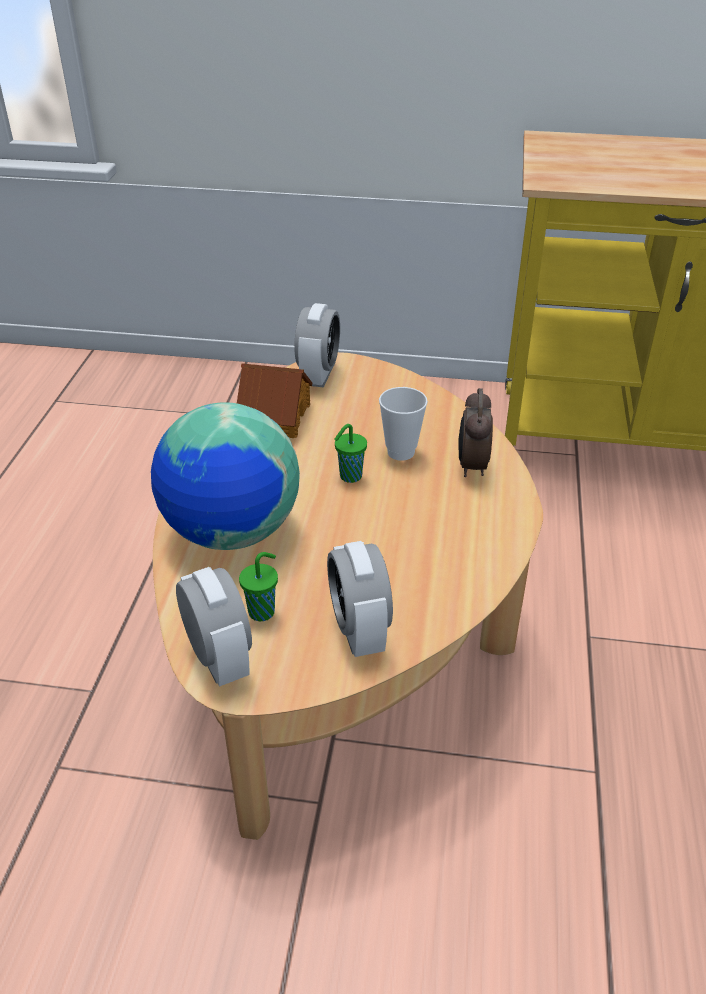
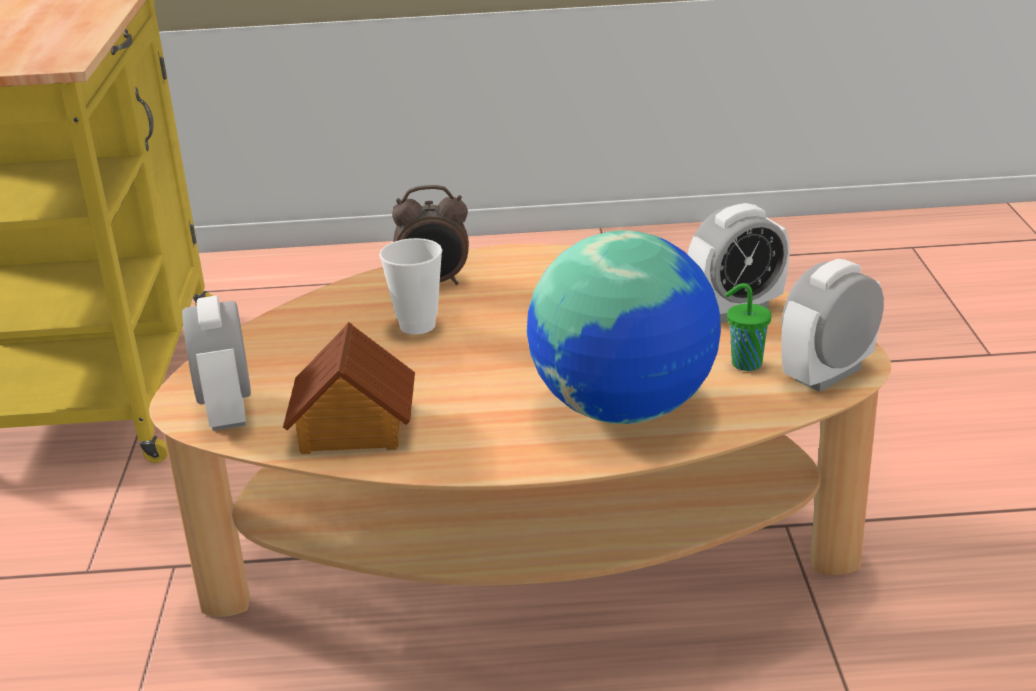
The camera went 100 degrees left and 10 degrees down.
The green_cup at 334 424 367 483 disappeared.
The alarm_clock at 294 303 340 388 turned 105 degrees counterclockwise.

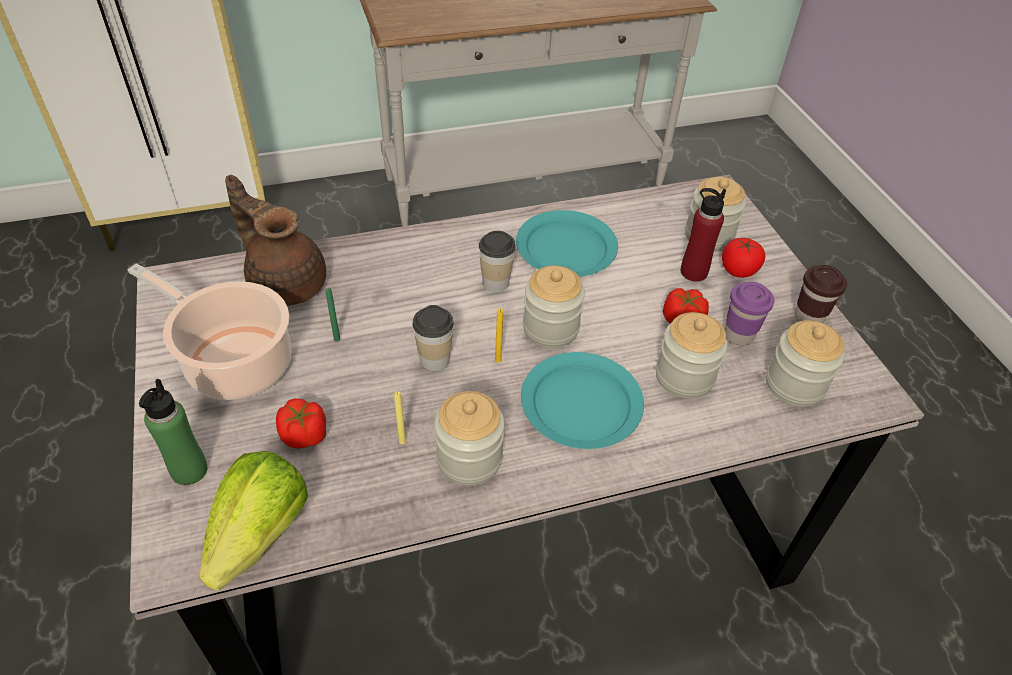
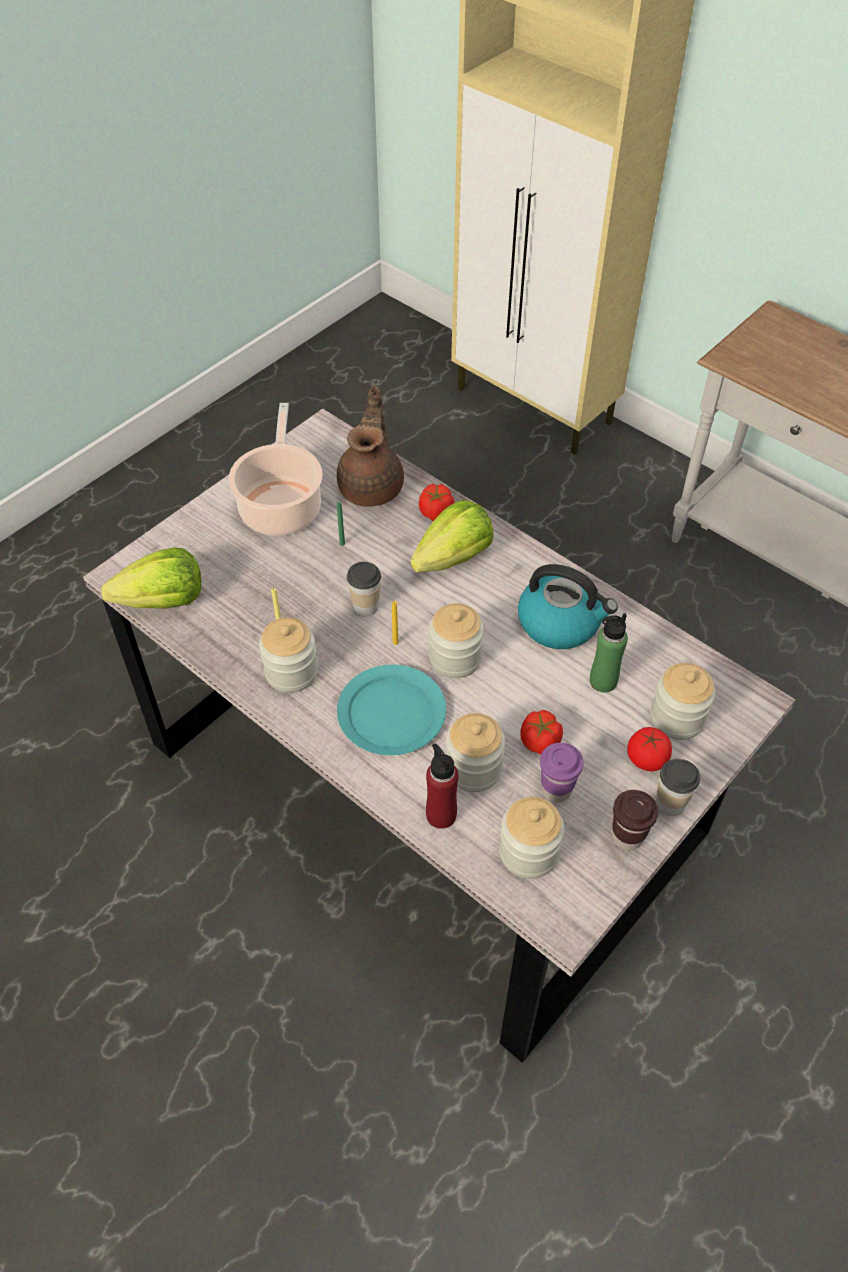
The camera went 60 degrees right and 5 degrees up.
The lettuce at 410 500 493 573 appeared.
The green_bottle moved from 139 379 208 485 to 590 613 628 693.
The tomato moved from 276 398 326 448 to 419 484 455 521.
The cup moved from 479 231 516 292 to 656 759 700 816.
The red_bottle moved from 681 188 726 282 to 426 743 459 829.
The turquoise_plate at 516 210 618 277 was replaced by the kettle at 518 564 618 649.

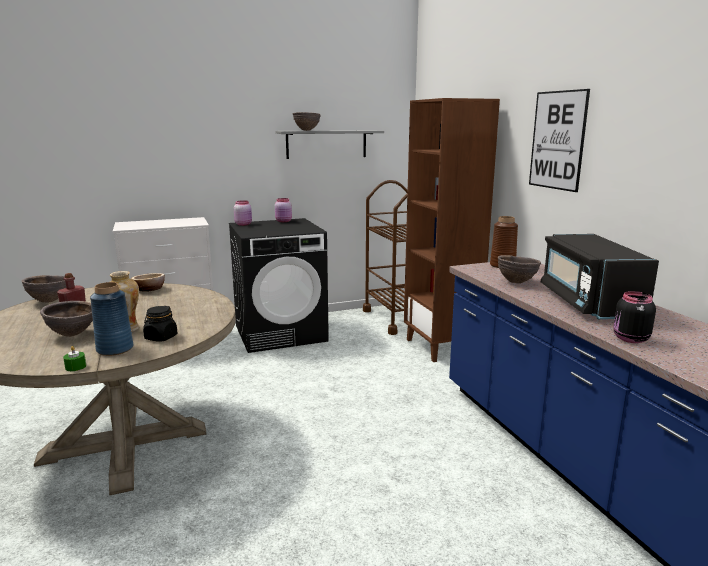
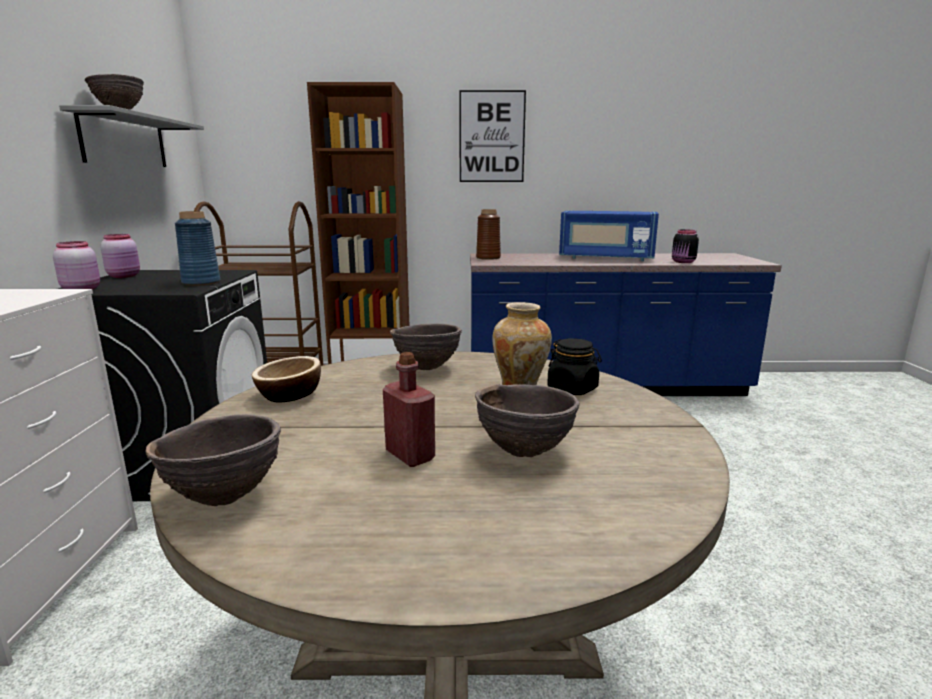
The camera went 70 degrees left and 0 degrees up.
The green_candle at 63 346 86 371 disappeared.
The blue_vase moved from 90 282 133 356 to 175 211 220 286.
The brown_bowl moved from 498 255 541 284 to 390 323 462 370.
The black_microwave at 541 234 659 319 became the blue_microwave at 559 211 659 261.

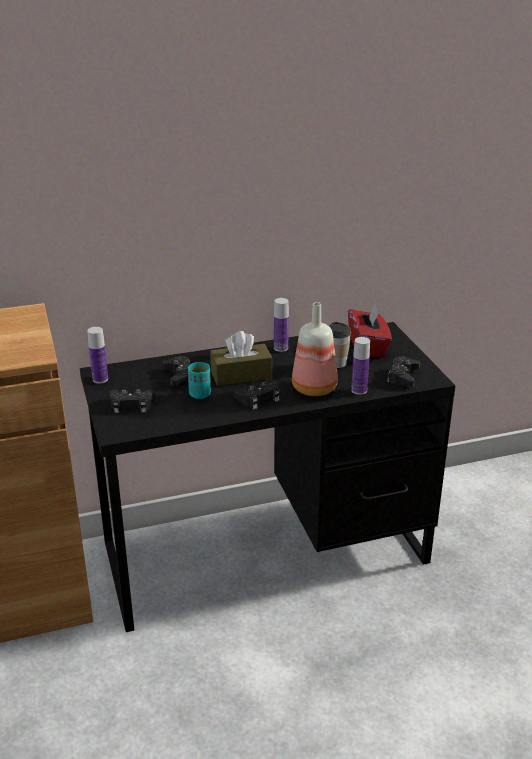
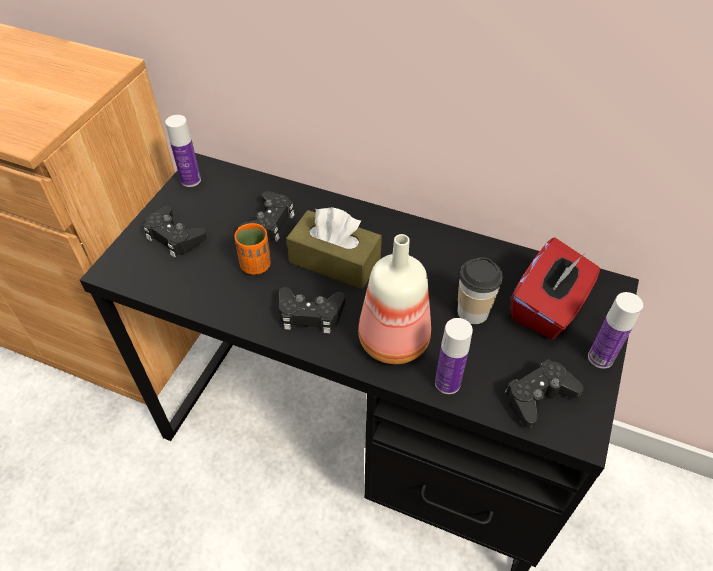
The camera went 40 degrees right and 20 degrees up.
The bottle moved from 274 298 289 352 to 588 292 643 368.
The turquoise_cup at 188 362 211 399 became the orange_cup at 234 223 271 275.

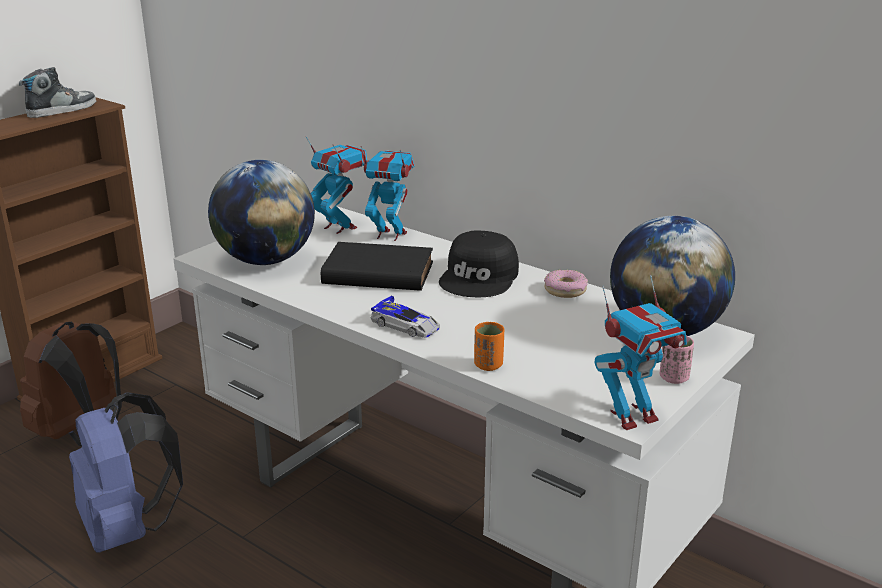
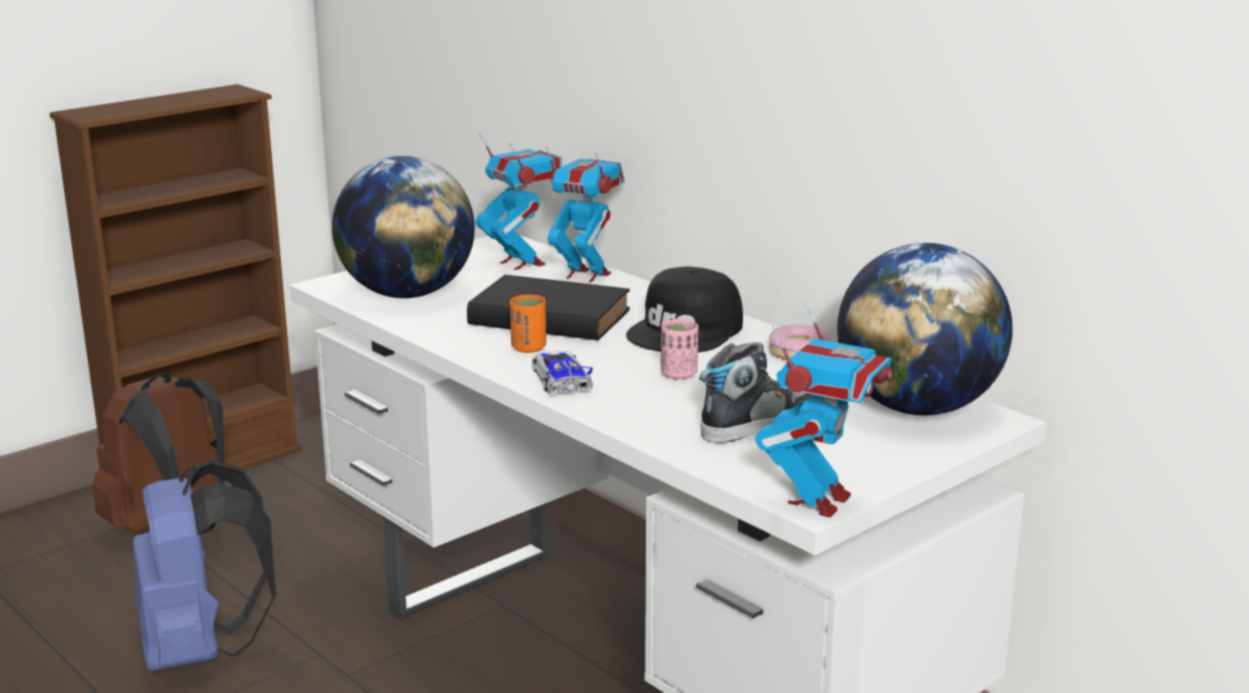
The camera went 10 degrees right and 5 degrees down.
The shoe moved from 19 67 97 118 to 699 342 813 443.
The orange_cup moved from 474 322 504 371 to 510 295 546 353.
The pink_cup moved from 660 336 694 384 to 661 319 698 380.
The toy_car at 370 296 440 338 turned 150 degrees counterclockwise.
The toy_robot at 595 275 687 430 turned 45 degrees counterclockwise.

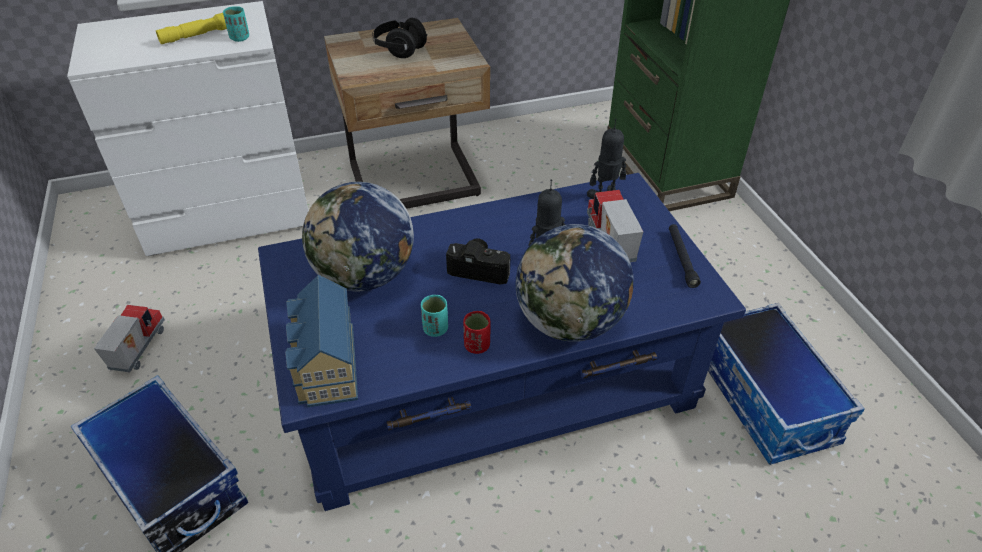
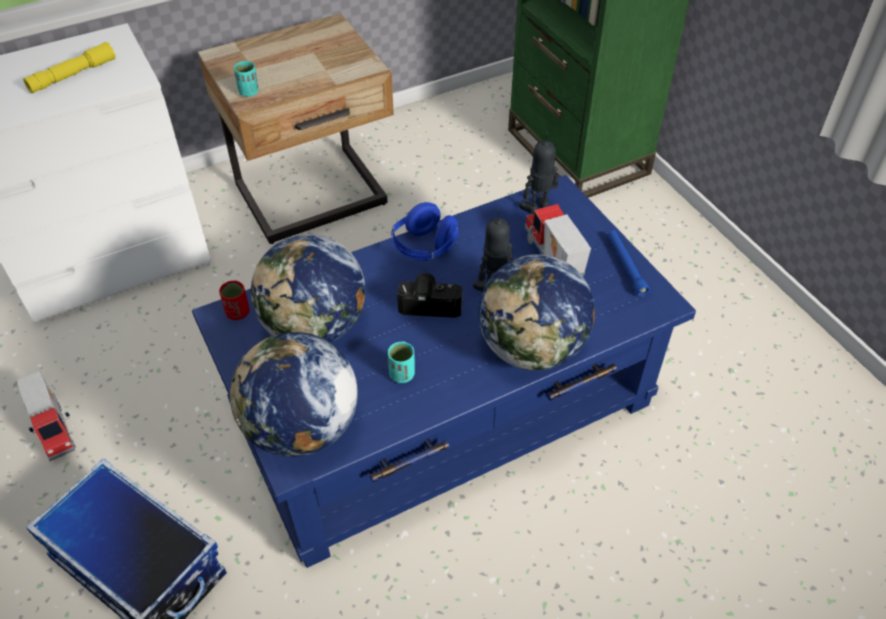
The camera went 10 degrees left and 5 degrees up.
The black_headphones at 372 18 428 58 disappeared.
The storage_box at 708 303 865 465 disappeared.
The blue_headphones at 391 202 458 261 appeared.
The turquoise_cup moved from 223 6 249 42 to 234 61 259 97.
The red_cup moved from 463 311 490 354 to 219 280 250 320.
The toy_house at 285 275 358 407 was replaced by the globe at 230 332 358 457.
The black_flashlight at 669 224 701 288 became the blue_flashlight at 608 230 650 296.
The toy_truck at 94 305 165 373 turned 150 degrees clockwise.

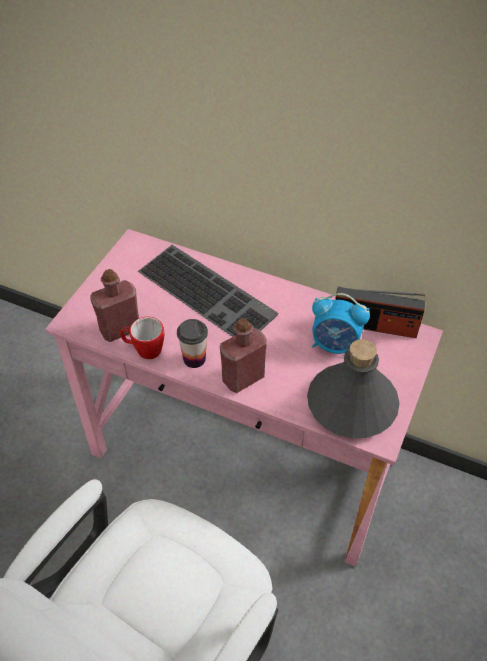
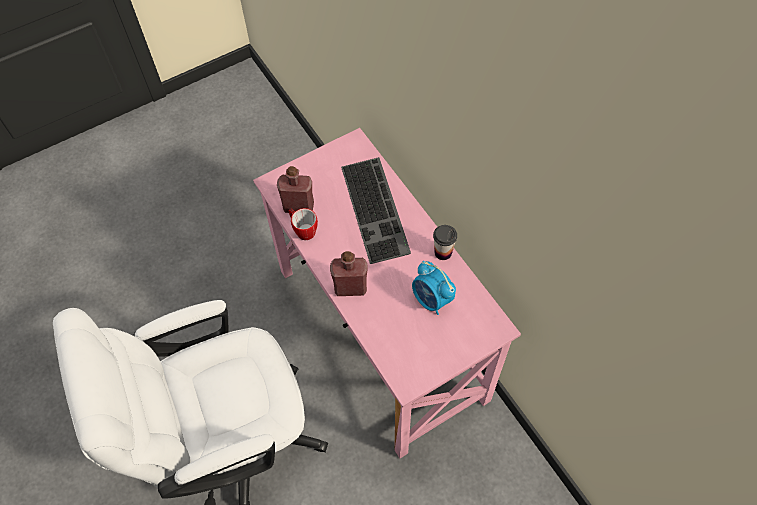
The camera went 35 degrees right and 10 degrees up.
The grey_bottle at 307 339 400 438 disappeared.
The radio at 335 287 425 338 disappeared.
The cup moved from 177 319 208 368 to 433 225 457 260.

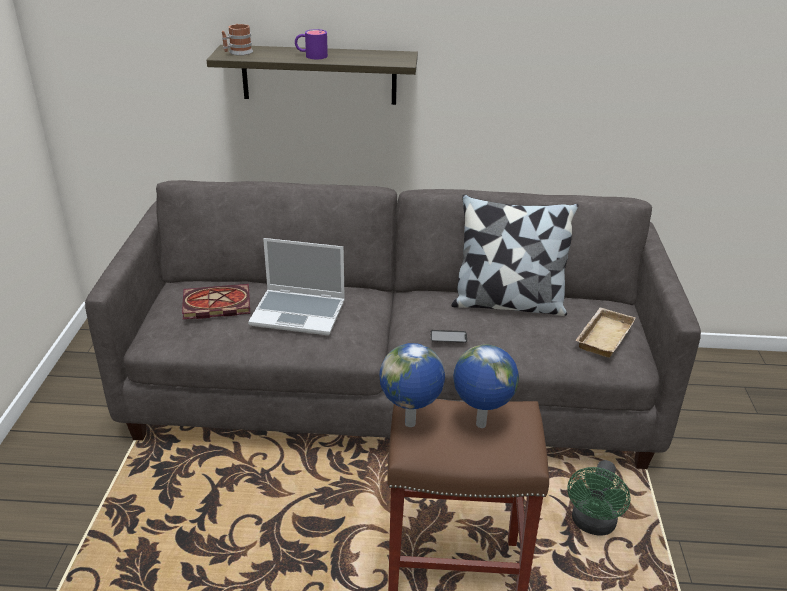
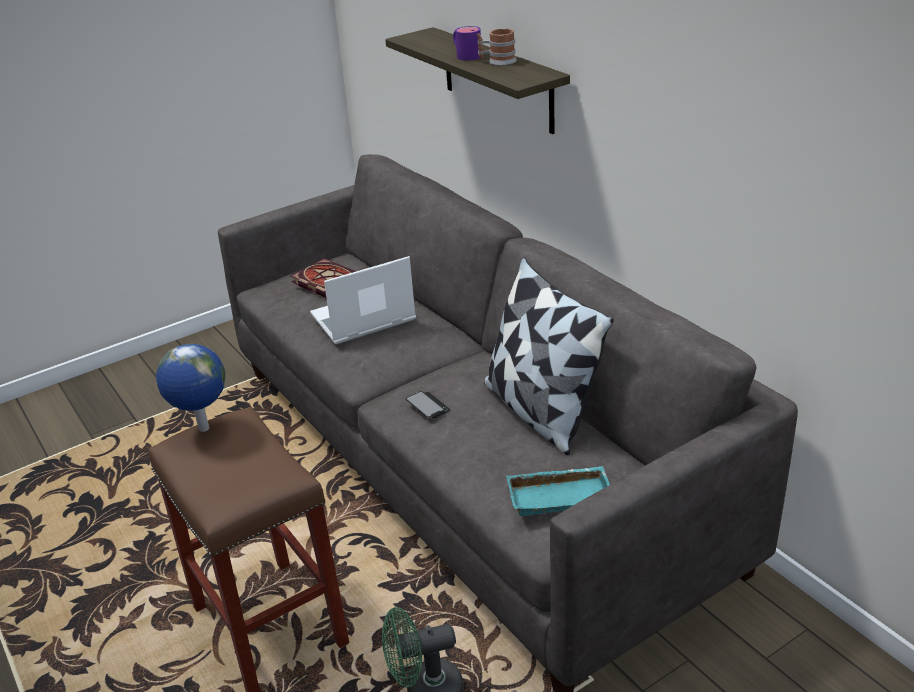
The camera went 55 degrees right and 0 degrees up.
The globe at 453 345 519 428 disappeared.
The mug moved from 222 24 253 56 to 477 28 517 66.
The beige_tray at 575 307 636 358 became the turquoise_tray at 507 466 610 516.
The laptop at 248 238 345 335 turned 90 degrees clockwise.

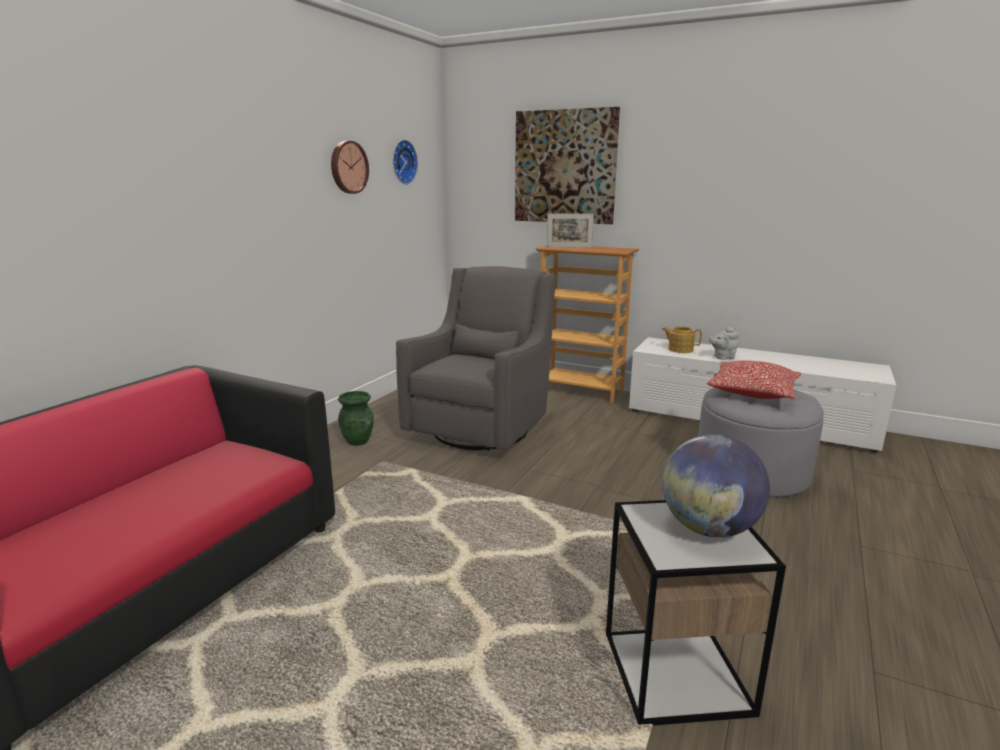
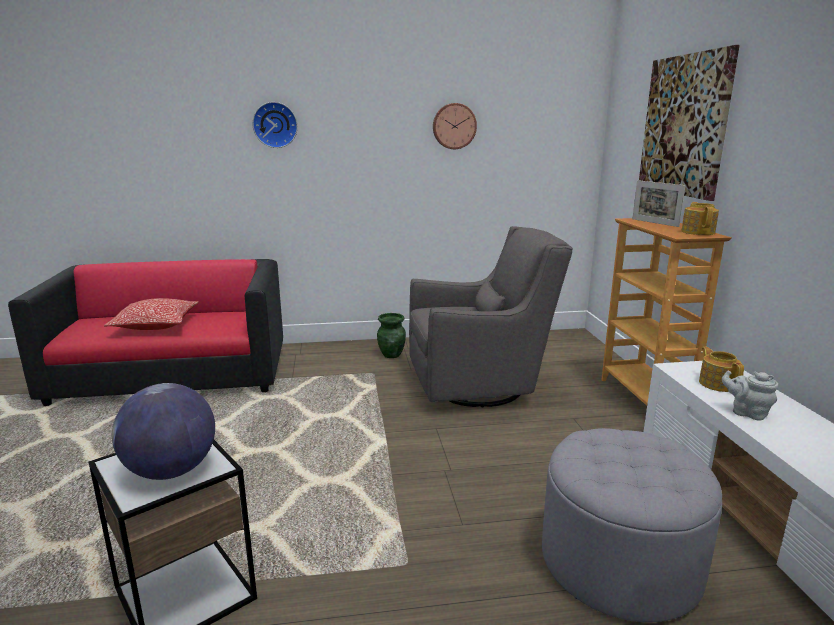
The camera went 55 degrees right and 0 degrees up.
The teapot at 681 202 719 235 appeared.
The wall_clock moved from 393 140 418 185 to 252 102 298 148.
The pillow moved from 707 360 801 399 to 104 298 199 330.

